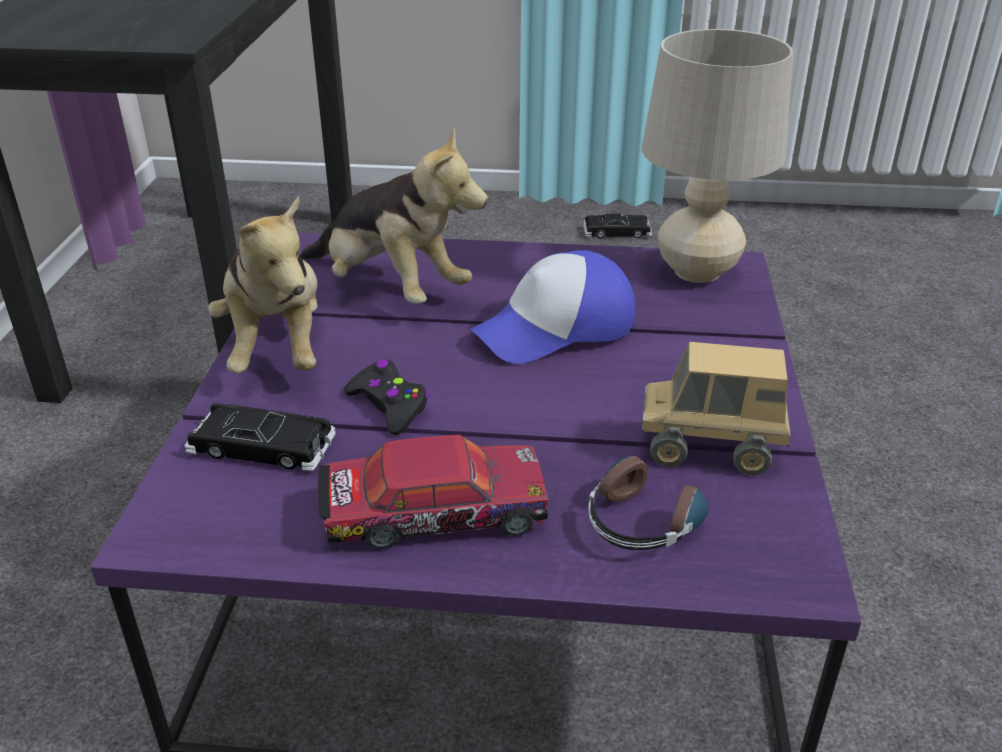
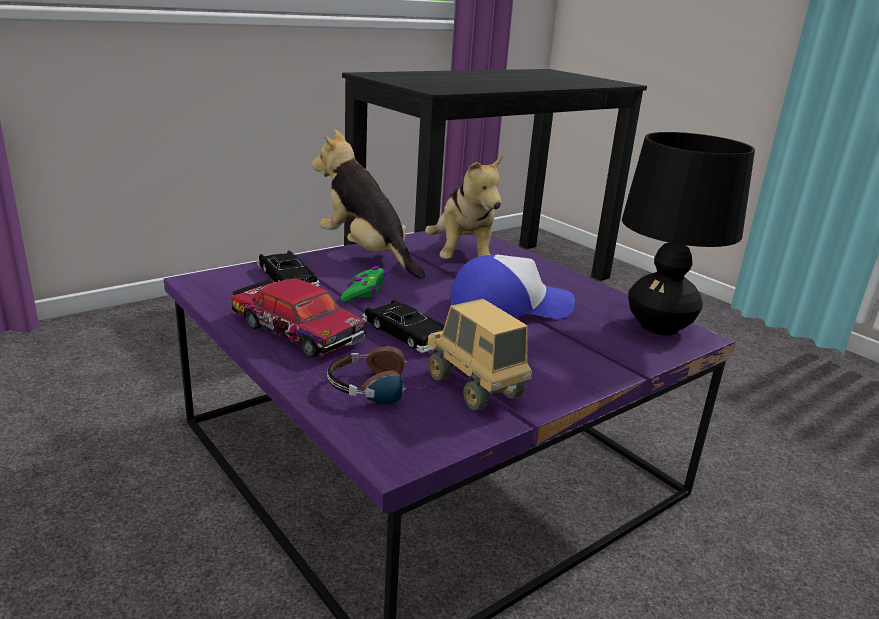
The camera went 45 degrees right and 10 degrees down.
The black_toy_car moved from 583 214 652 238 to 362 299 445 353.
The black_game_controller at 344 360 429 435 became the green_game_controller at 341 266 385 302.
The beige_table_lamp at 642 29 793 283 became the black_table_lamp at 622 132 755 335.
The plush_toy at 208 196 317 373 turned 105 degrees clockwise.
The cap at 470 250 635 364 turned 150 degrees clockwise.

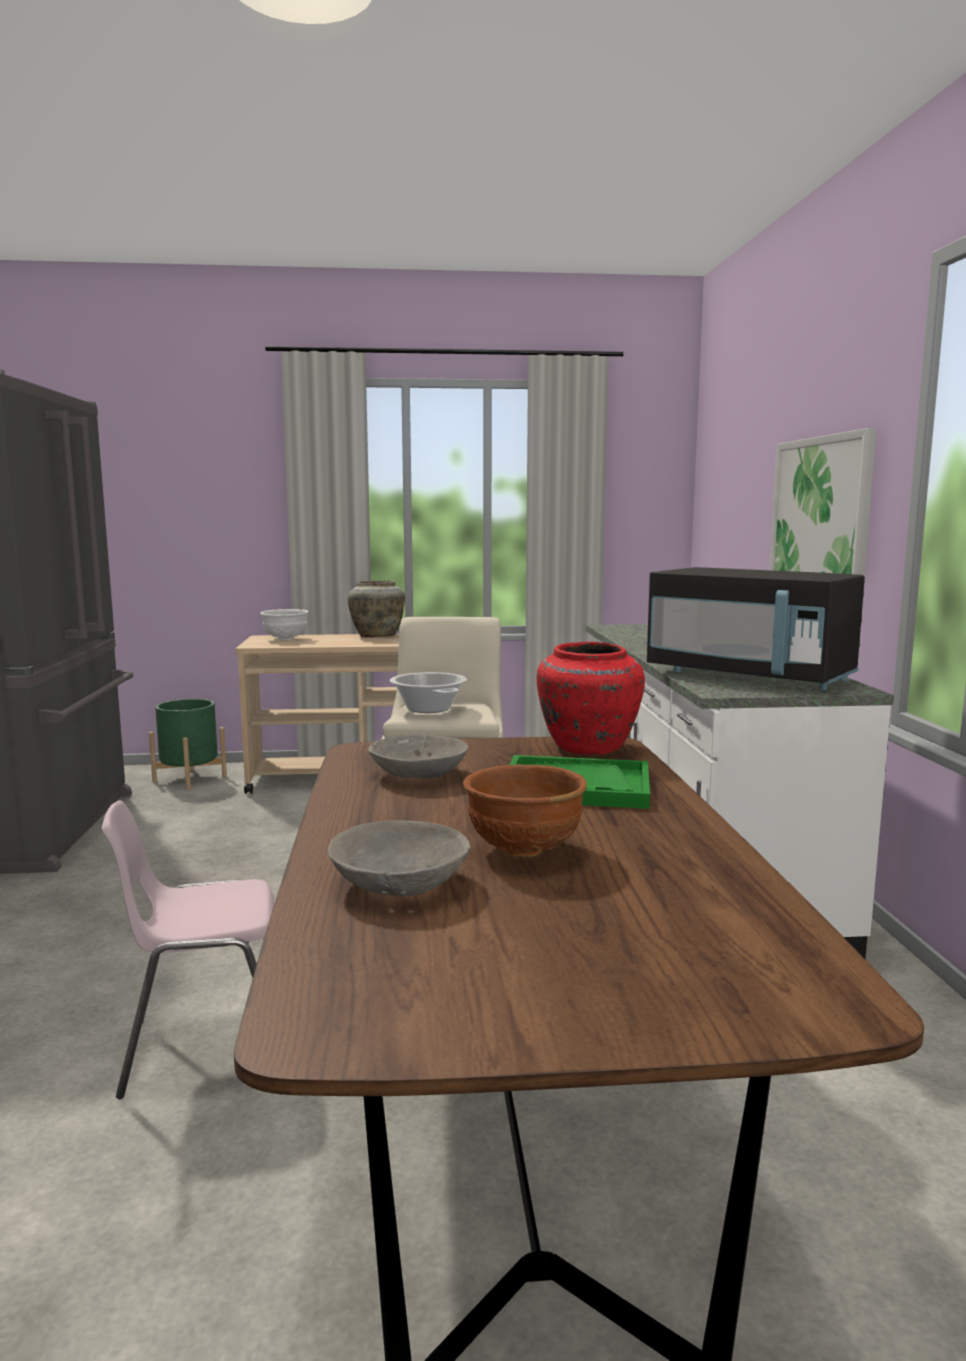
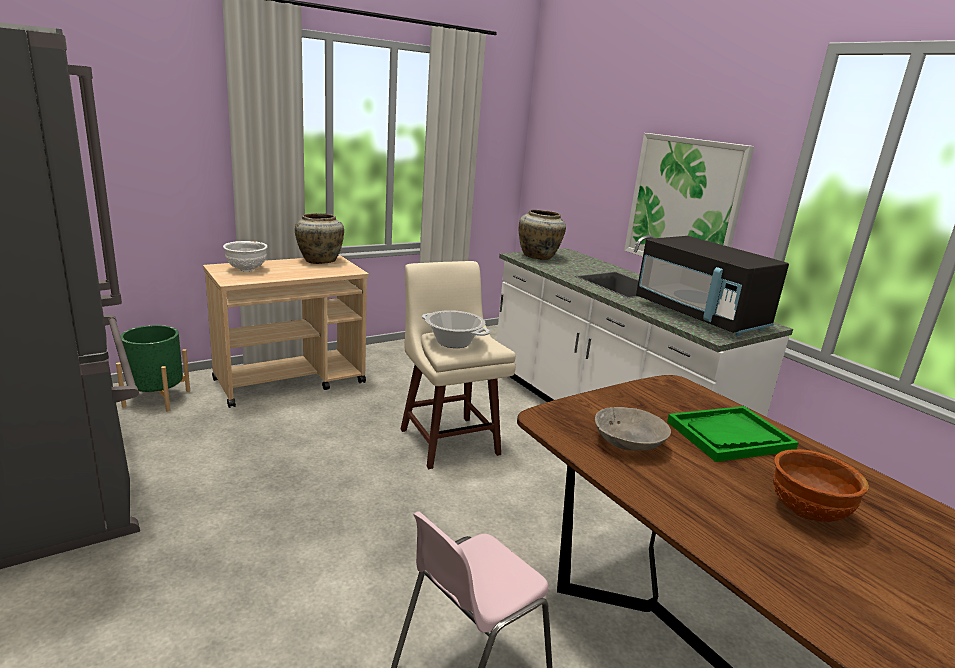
The camera went 30 degrees left and 10 degrees up.
The grey_bowl at 328 820 471 896 disappeared.
The red_vase at 537 642 645 755 disappeared.
The beige_vase at 519 210 566 260 appeared.
The black_microwave at 647 567 865 690 turned 45 degrees clockwise.

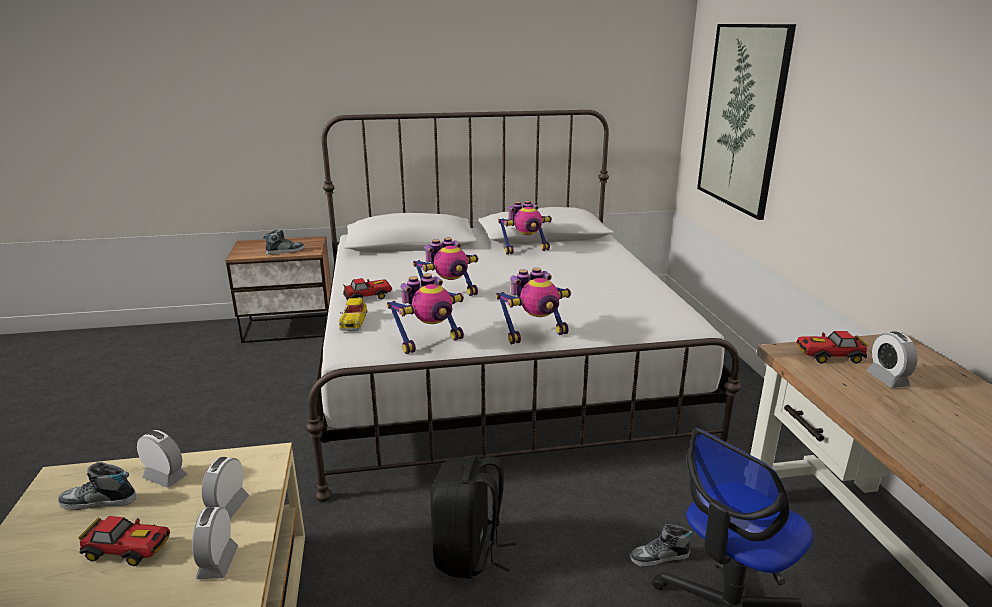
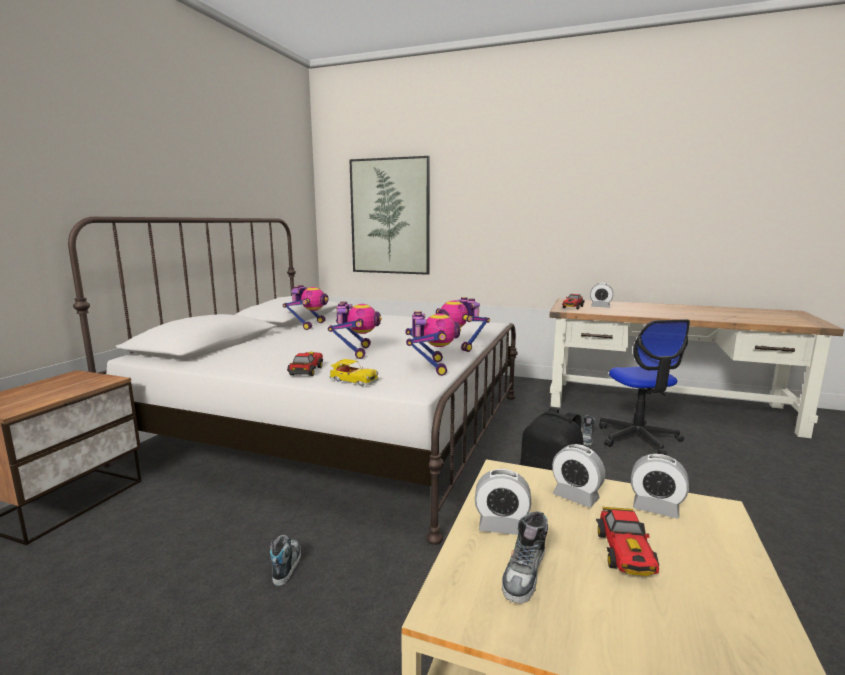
The camera went 60 degrees left and 10 degrees down.
The shoe moved from 263 230 304 255 to 270 535 301 586.
The toy_car at 78 516 170 566 turned 150 degrees clockwise.
The alarm_clock at 137 430 187 488 turned 135 degrees counterclockwise.
The toy_robot at 496 268 571 344 turned 135 degrees clockwise.

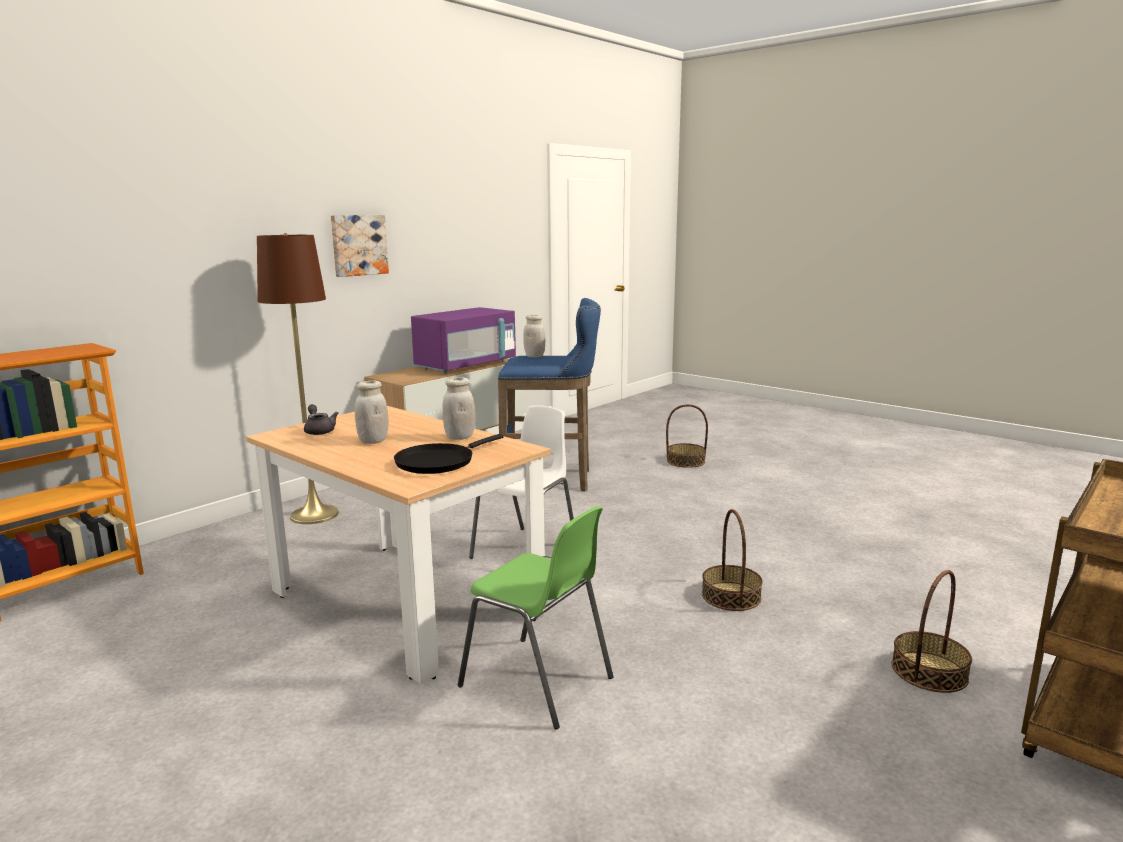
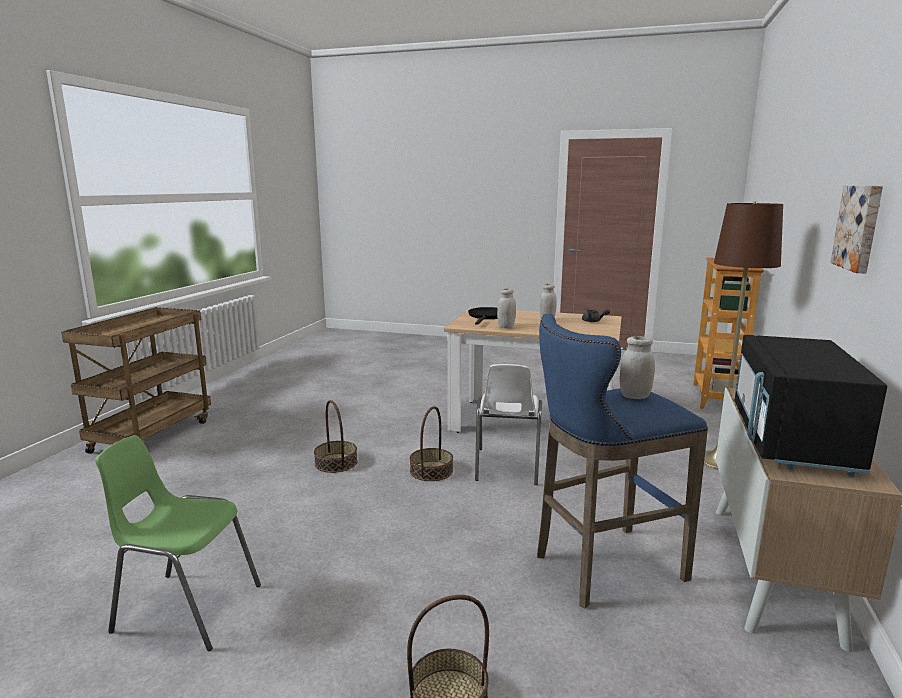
The camera went 155 degrees right and 0 degrees up.
The green_chair moved from 458 506 614 729 to 95 435 261 651.
The basket moved from 892 570 972 693 to 410 406 453 481.
The purple_microwave at 411 307 516 373 became the black_microwave at 734 335 887 477.

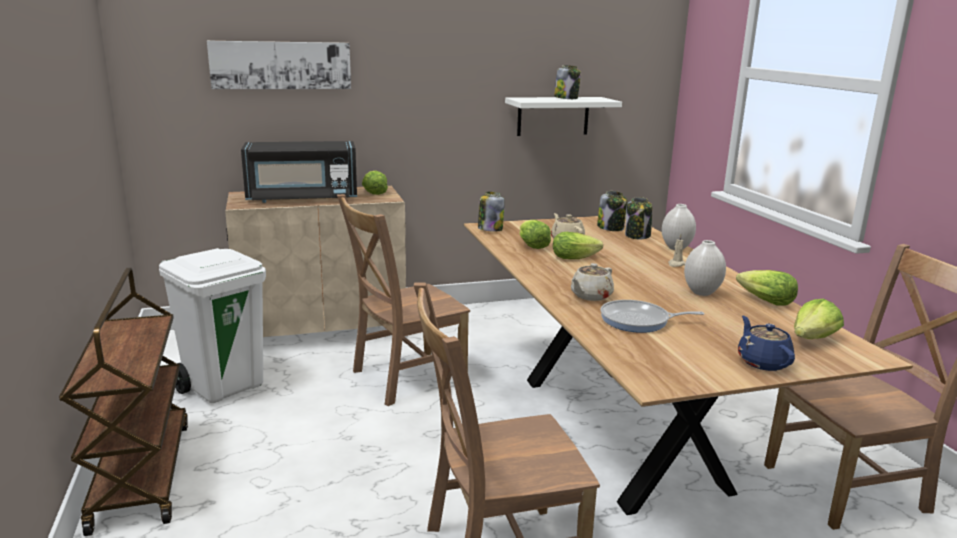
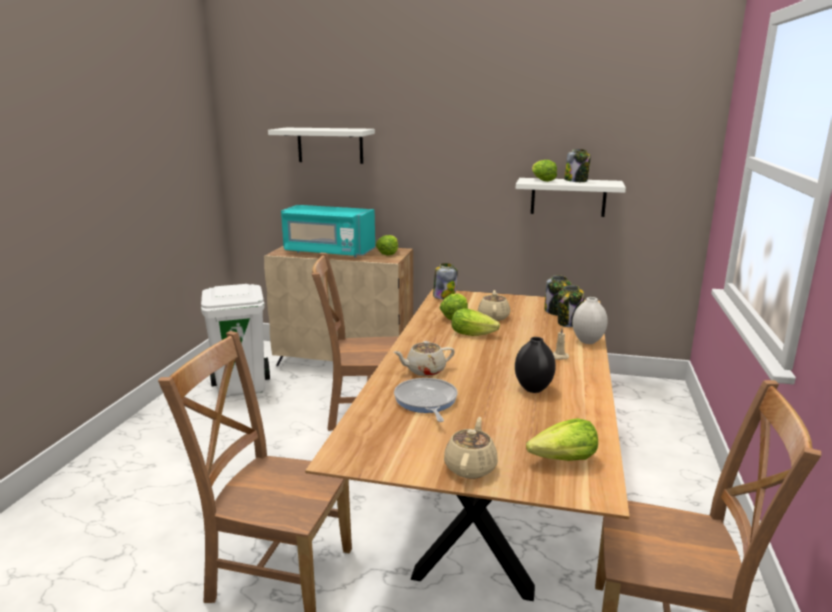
The camera went 30 degrees right and 0 degrees up.
The brown_cart at 59 268 188 536 disappeared.
The lettuce moved from 736 270 798 306 to 532 160 557 182.
The picture at 207 41 351 89 was replaced by the white_shelf at 268 128 375 164.
The black_microwave at 241 141 357 203 became the turquoise_microwave at 281 205 375 258.
The white_vase at 684 240 726 296 became the black_vase at 515 337 556 393.
The blue_teapot at 738 315 795 371 became the beige_teapot at 444 417 498 479.
The frying_pan at 601 300 704 333 turned 45 degrees clockwise.

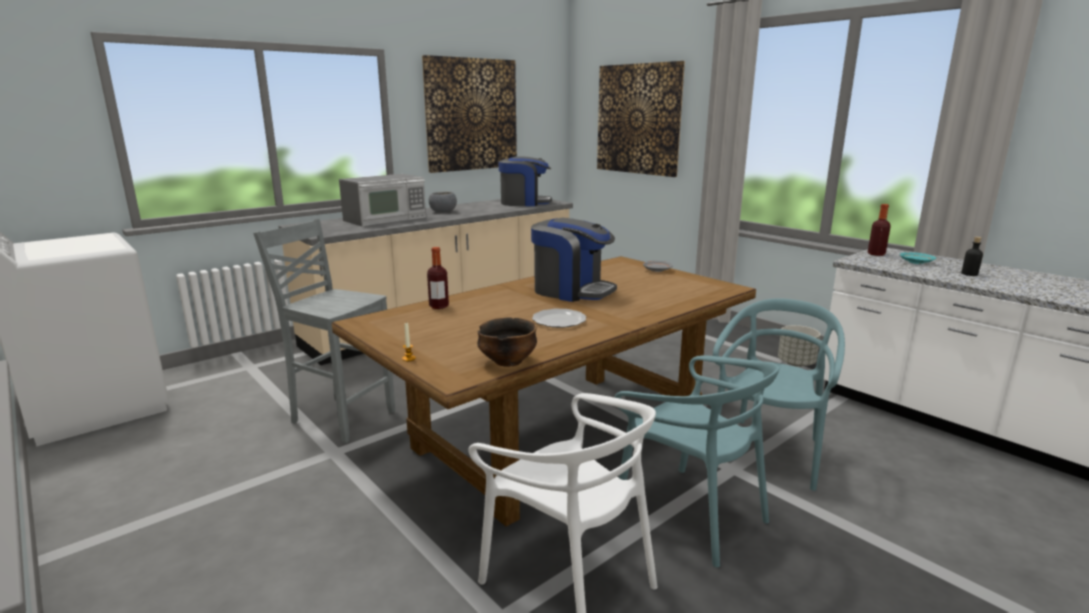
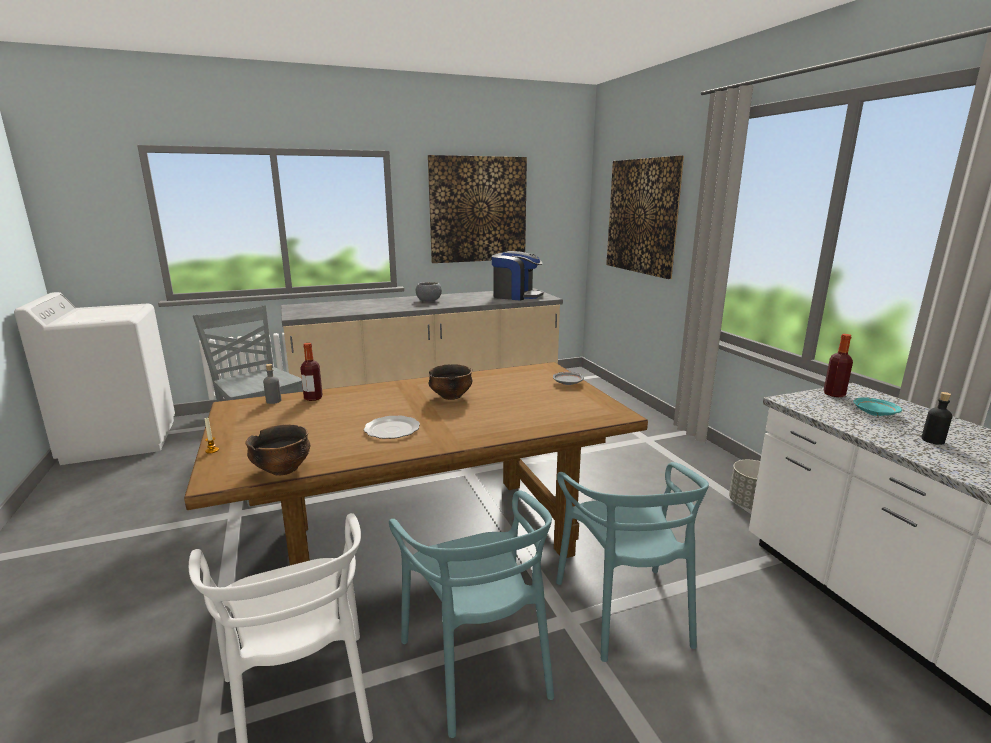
The camera went 20 degrees right and 0 degrees up.
The microwave at 339 174 426 227 disappeared.
The grey_bottle at 263 364 281 404 appeared.
The coffee_machine at 531 218 617 302 was replaced by the bowl at 428 364 472 400.
The turquoise_chair at 713 298 845 491 turned 120 degrees clockwise.

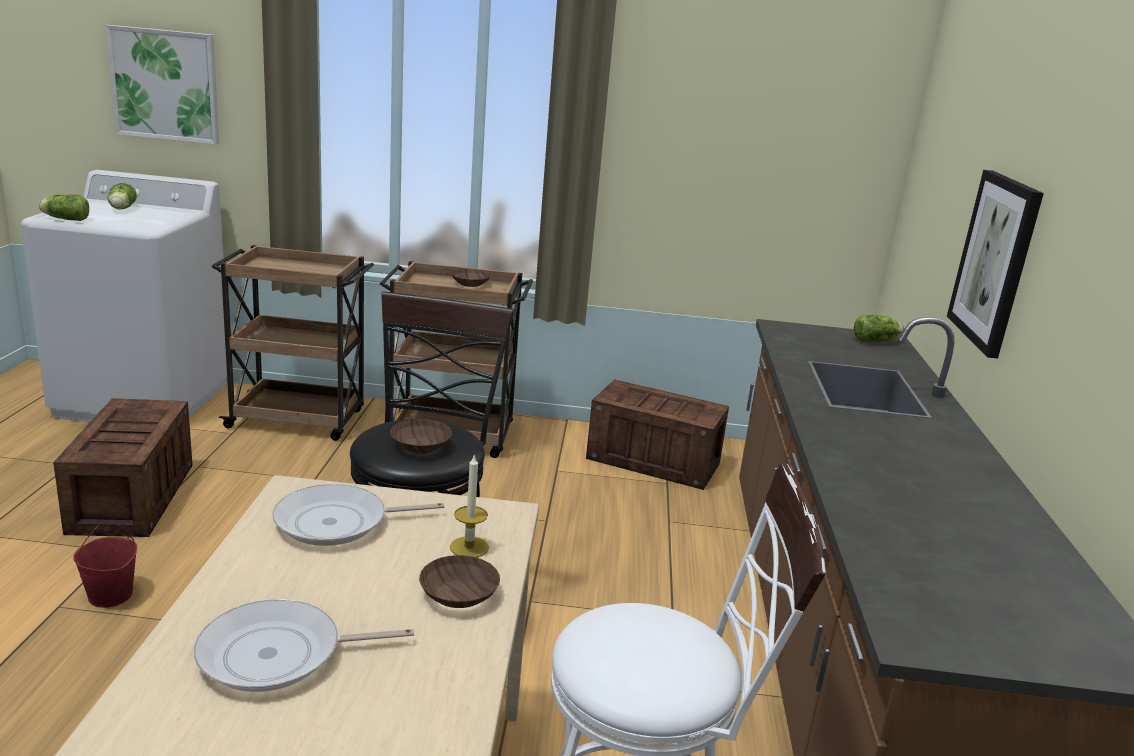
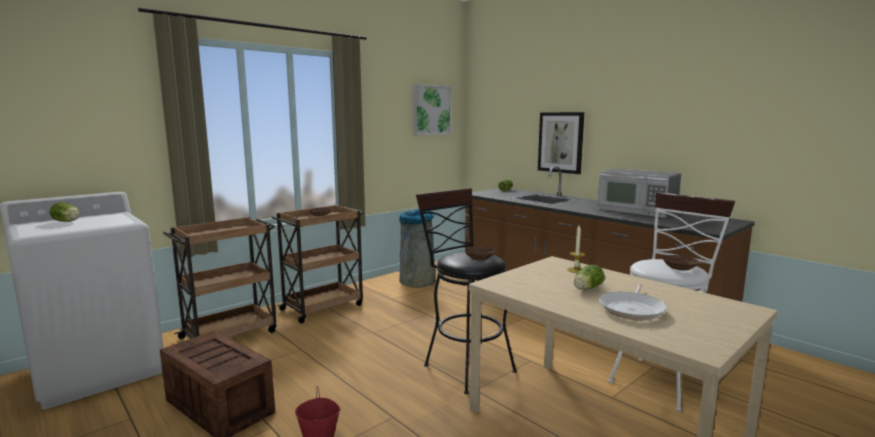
The camera went 45 degrees left and 10 degrees down.
The frying_pan at 272 484 444 546 disappeared.
The microwave at 597 169 681 218 appeared.
The lettuce moved from 39 195 89 221 to 574 265 605 290.
The picture moved from 106 25 219 145 to 413 84 452 135.
The brown_bowl moved from 419 555 500 608 to 663 255 699 271.
The crate at 586 379 729 490 was replaced by the grey_trash_can at 399 210 436 288.

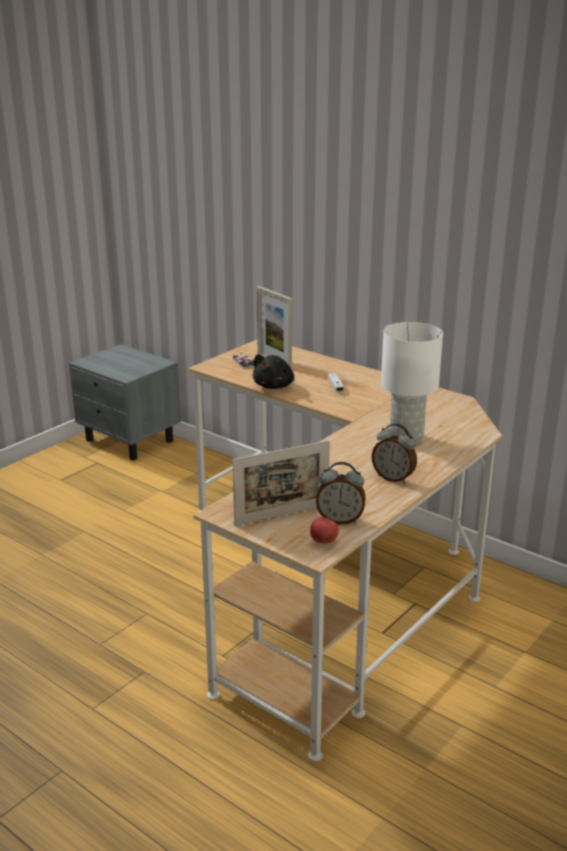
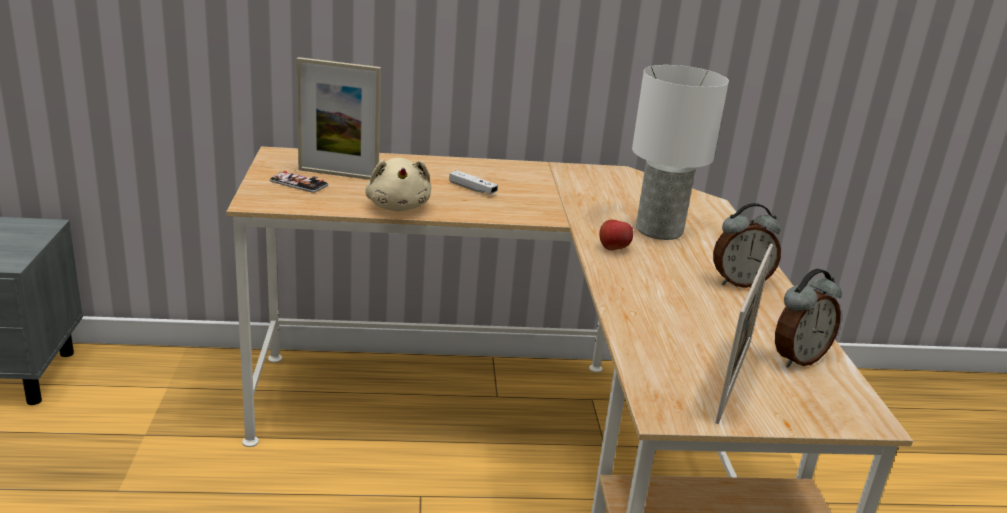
The camera went 45 degrees left and 0 degrees up.
The apple moved from 310 517 339 544 to 599 220 633 250.
The black_plush_toy at 253 354 294 389 became the beige_plush_toy at 365 158 431 212.

